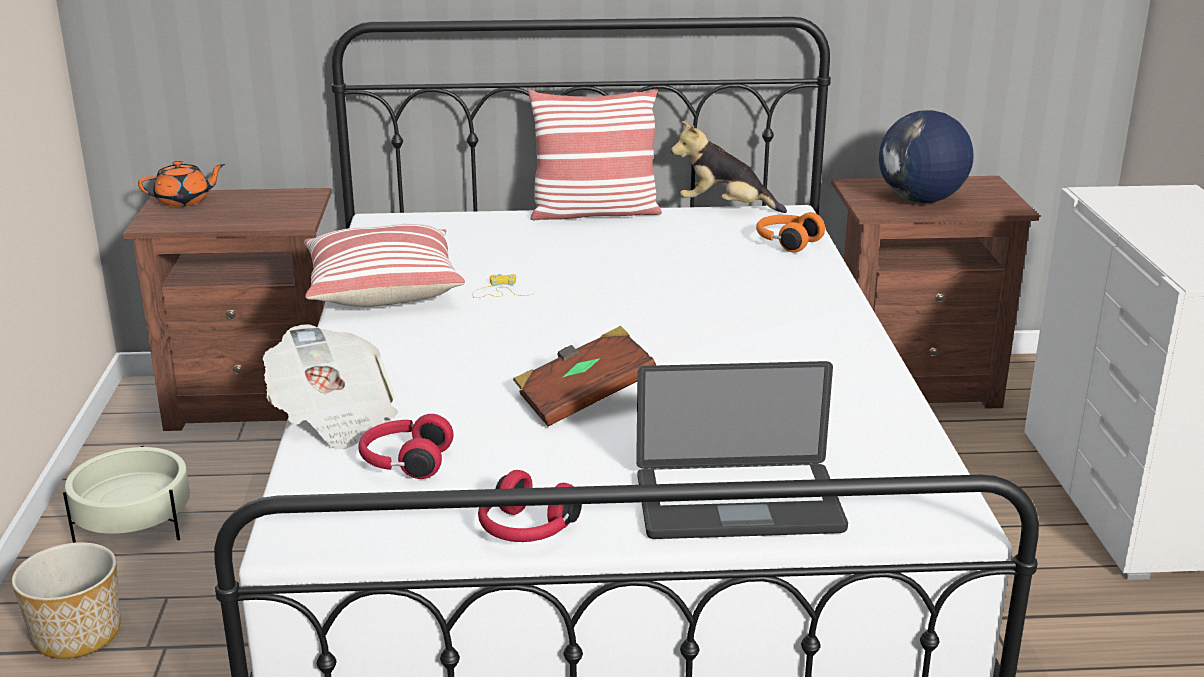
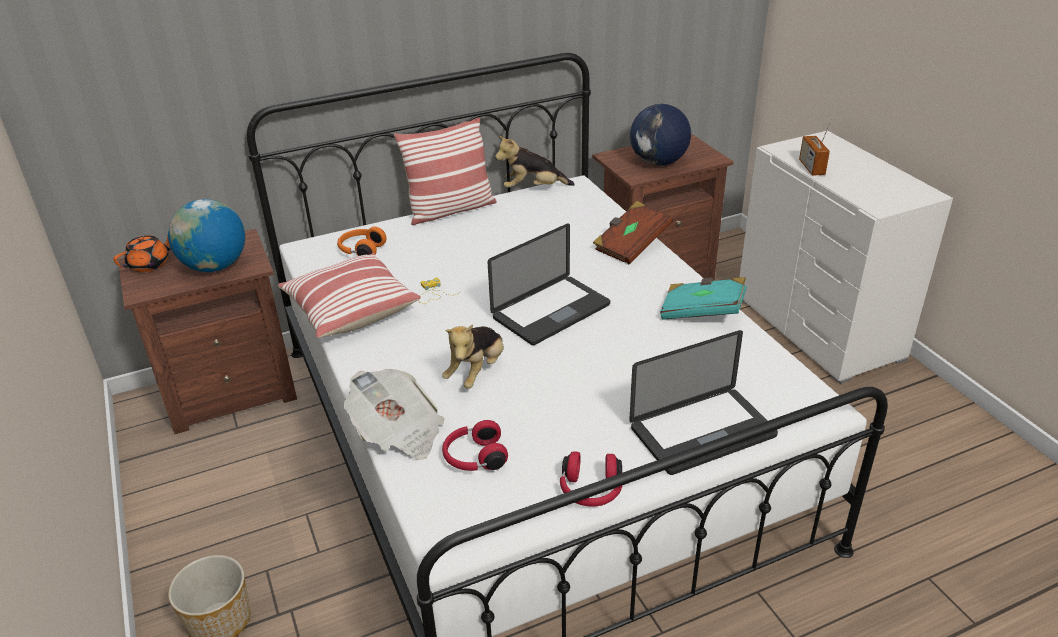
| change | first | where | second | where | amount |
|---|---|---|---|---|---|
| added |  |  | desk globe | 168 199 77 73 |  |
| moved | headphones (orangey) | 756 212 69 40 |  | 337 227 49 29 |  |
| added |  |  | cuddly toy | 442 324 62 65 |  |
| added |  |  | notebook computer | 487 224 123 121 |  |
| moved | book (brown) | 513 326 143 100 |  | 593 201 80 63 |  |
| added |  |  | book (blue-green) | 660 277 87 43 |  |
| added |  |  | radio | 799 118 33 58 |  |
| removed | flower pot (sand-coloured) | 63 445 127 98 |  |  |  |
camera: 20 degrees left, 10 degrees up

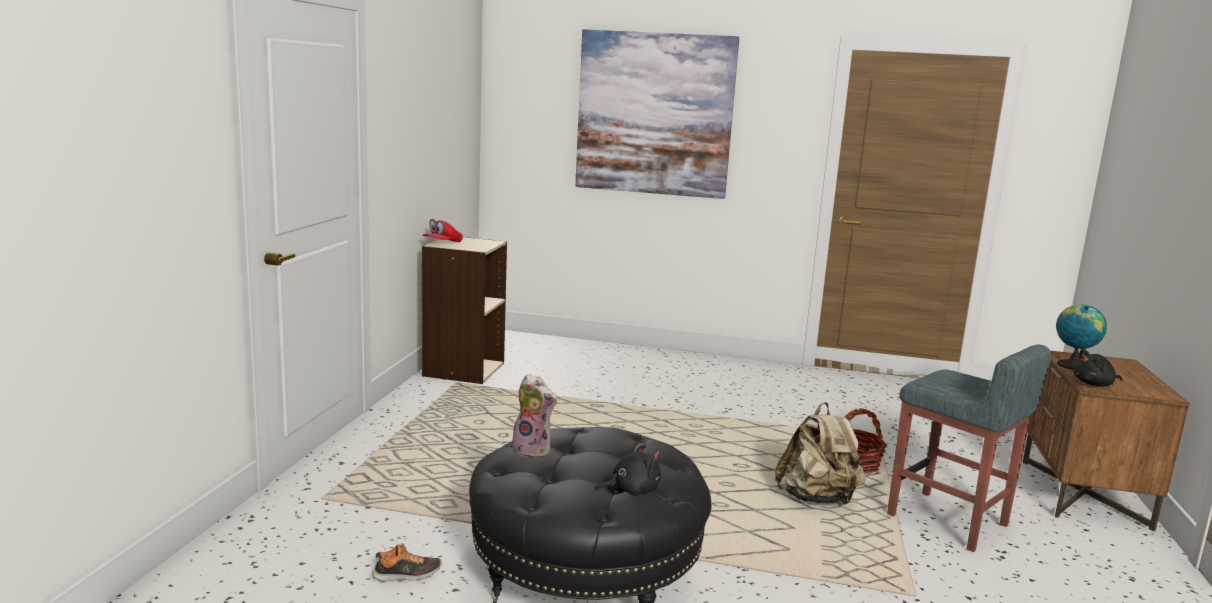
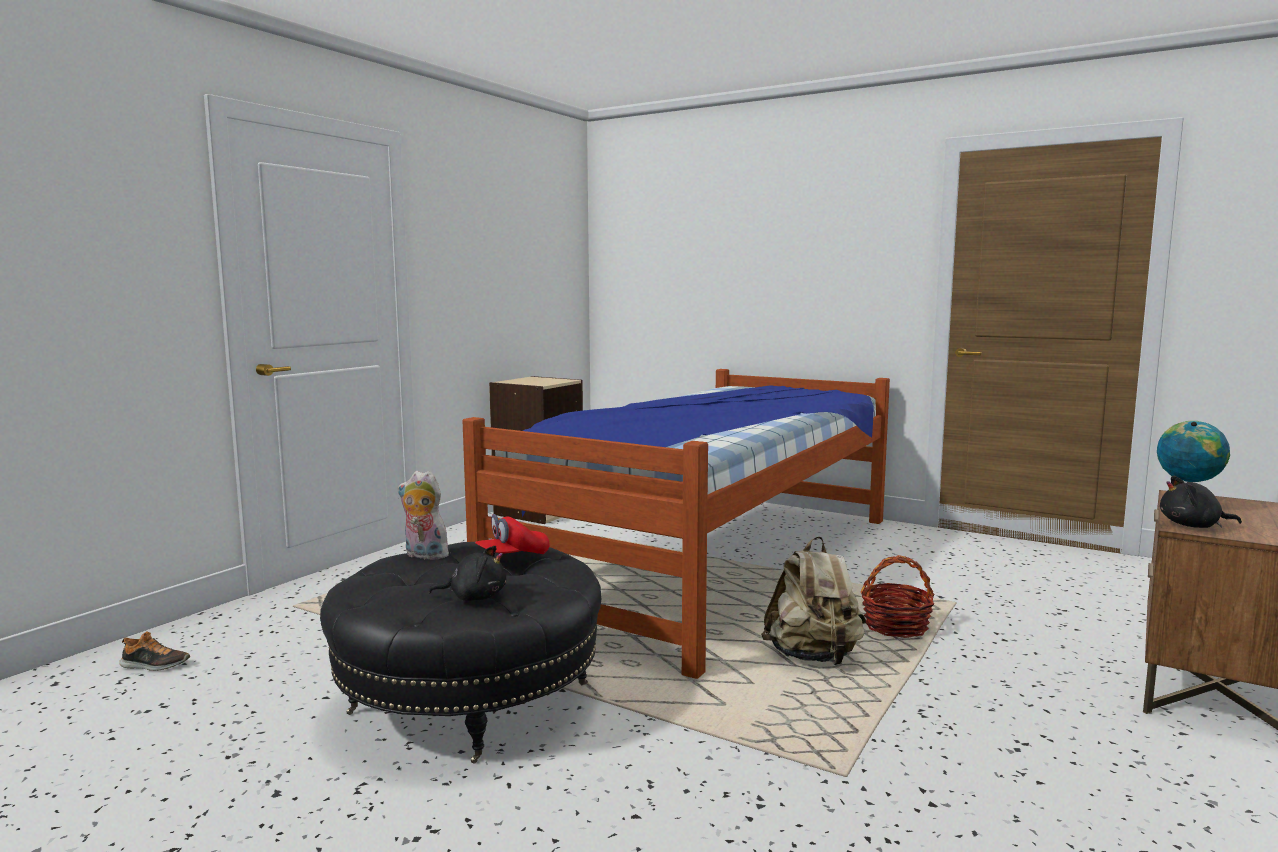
| change | first | where | second | where | amount |
|---|---|---|---|---|---|
| moved | item of footwear | 372 543 70 38 |  | 119 631 71 40 |  |
| turned | cuddly toy | 511 373 46 84 |  | 398 471 51 89 | 150 degrees clockwise |
| added |  |  | bed | 462 369 428 310 |  |
| moved | cap (red-coloured) | 423 219 40 23 |  | 475 514 75 40 |  |
| removed | wall picture | 575 29 164 170 |  |  |  |
| removed | stool seat (gray) | 887 344 165 208 |  |  |  |
camera: 20 degrees right, 5 degrees down

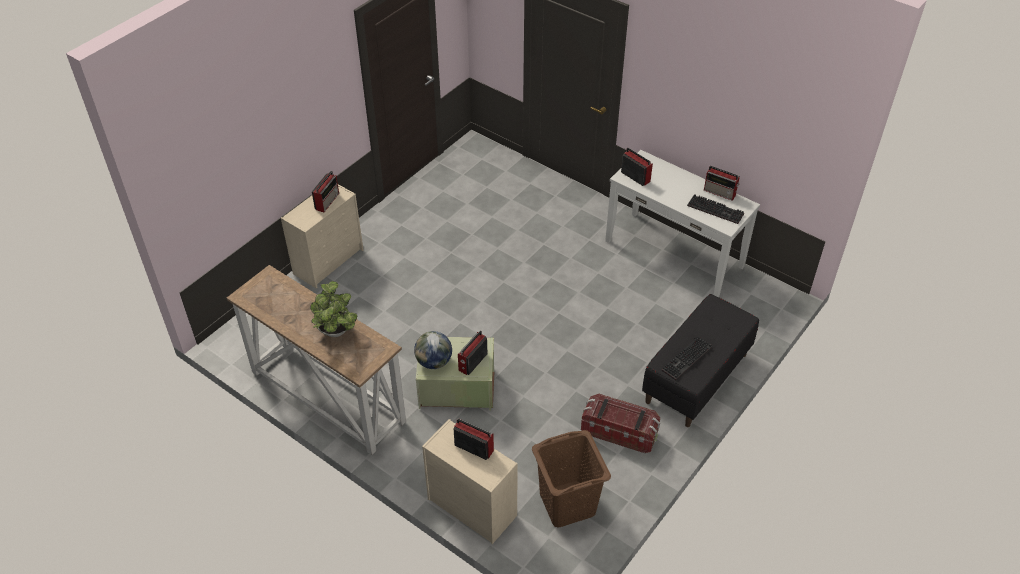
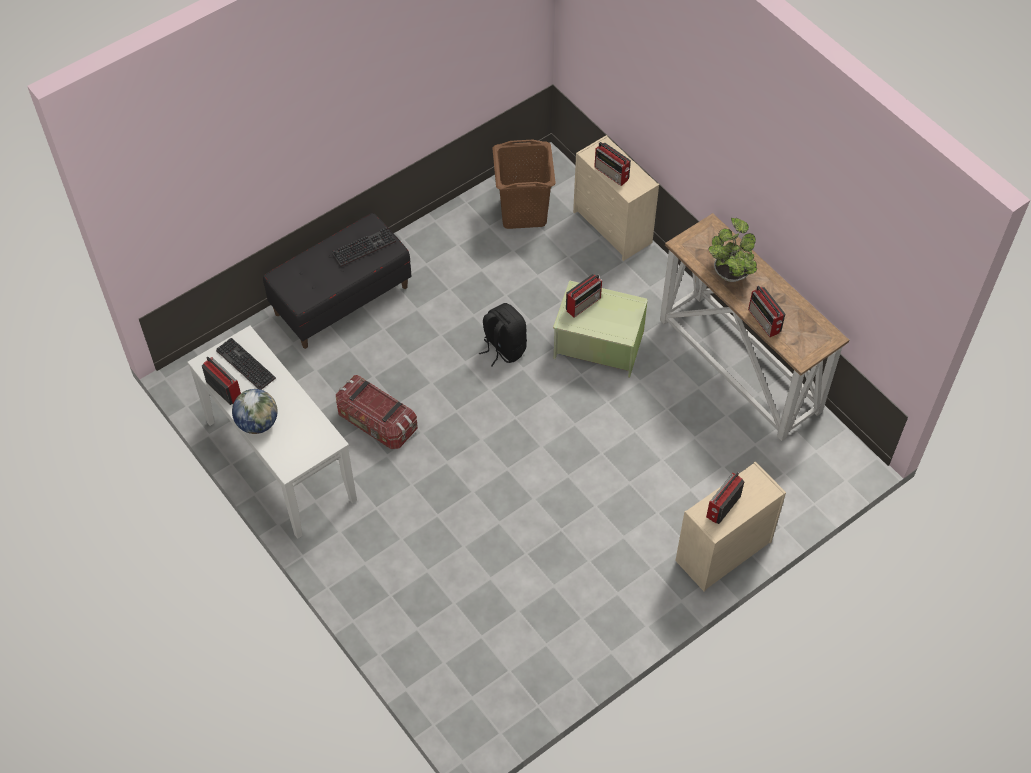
| change | first | where | second | where | amount |
|---|---|---|---|---|---|
| moved | desk globe | 414 331 38 38 |  | 232 389 46 45 |  |
| moved | storage container | 581 394 79 60 |  | 336 375 82 74 |  |
| added |  |  | backpack (blackish) | 479 303 48 64 |  |
| moved | radio | 621 148 32 38 |  | 748 286 37 51 |  |
camera: 165 degrees left, 10 degrees up

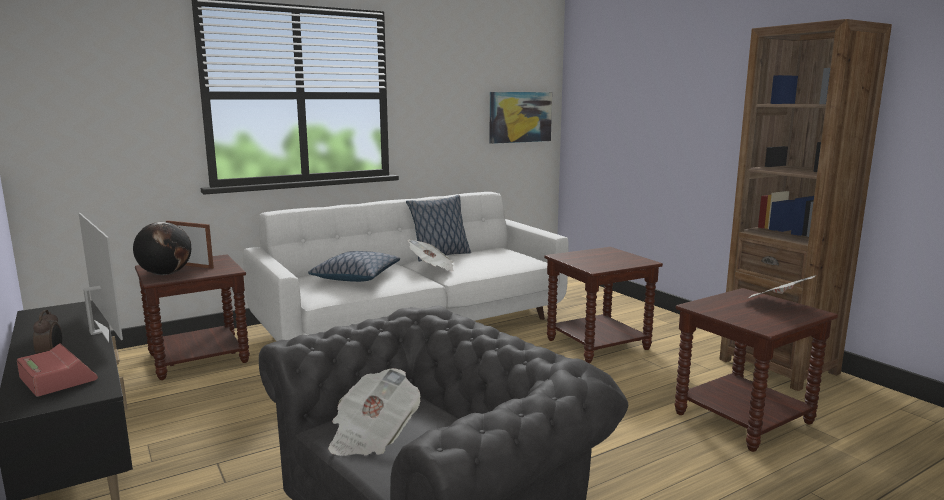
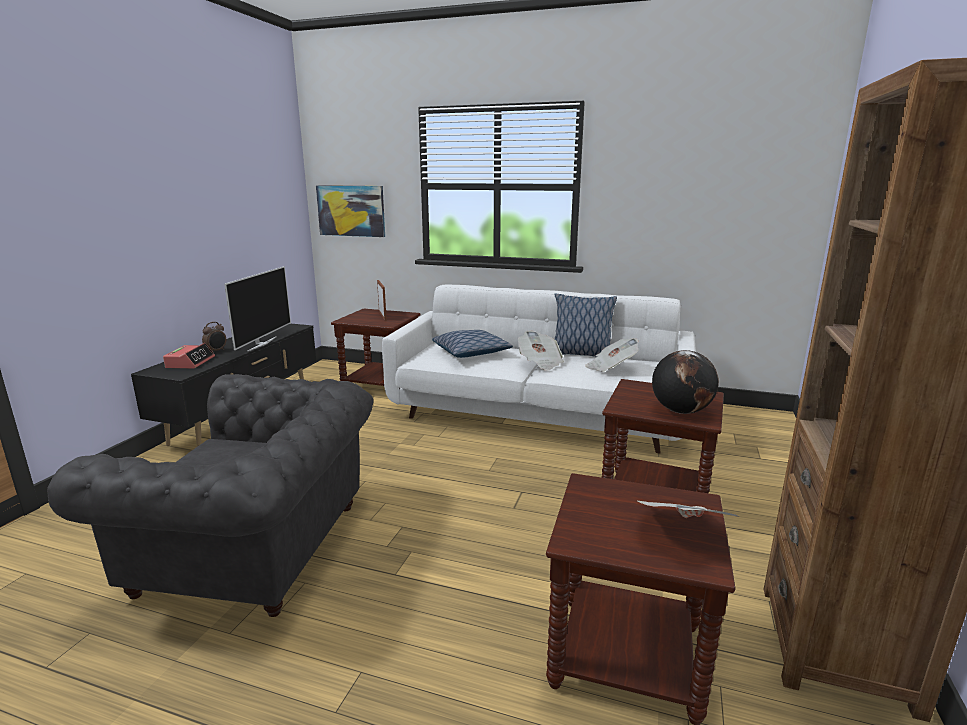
| change | first | where | second | where | amount |
|---|---|---|---|---|---|
| moved | wall picture | 490 92 62 52 |  | 316 185 69 52 |  |
| moved | daily paper | 328 368 92 88 |  | 585 338 54 34 |  |
| moved | desk globe | 133 222 58 53 |  | 652 350 67 64 |  |
camera: 50 degrees right, 5 degrees up

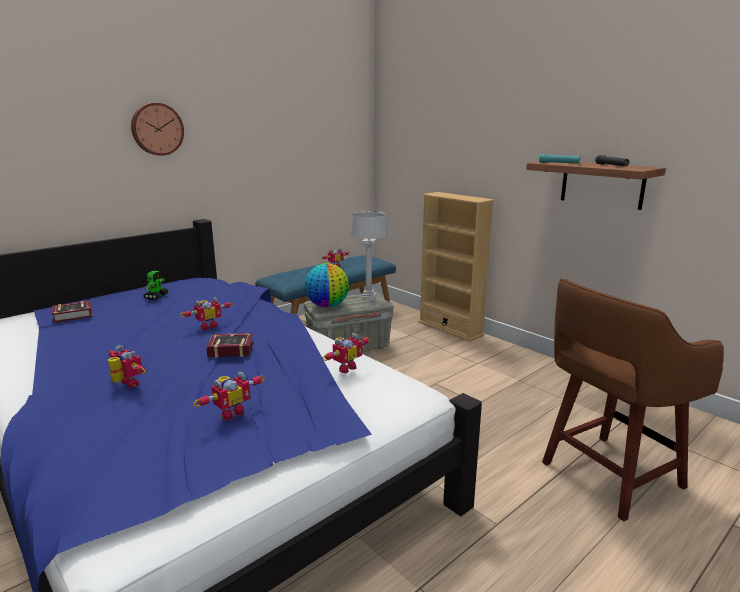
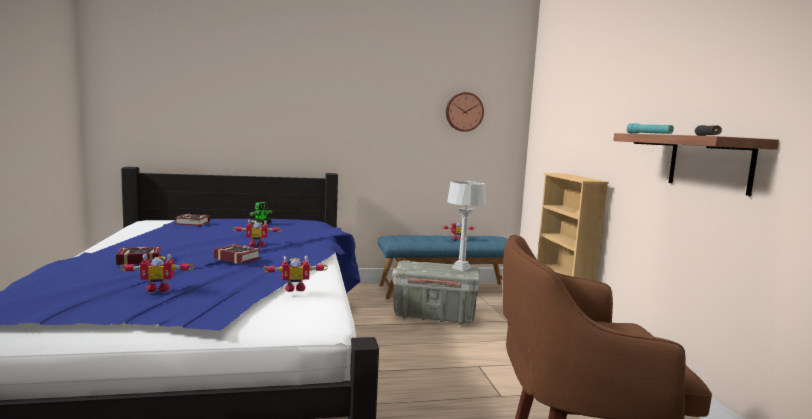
| change | first | where | second | where | amount |
|---|---|---|---|---|---|
| replaced | robot figure | 108 345 37 43 | book | 116 247 46 18 |  |
| moved | clock on the wall | 131 103 53 53 |  | 446 92 38 40 |  |
| removed | desk globe | 305 263 44 45 |  |  |  |
camera: 30 degrees right, 10 degrees down

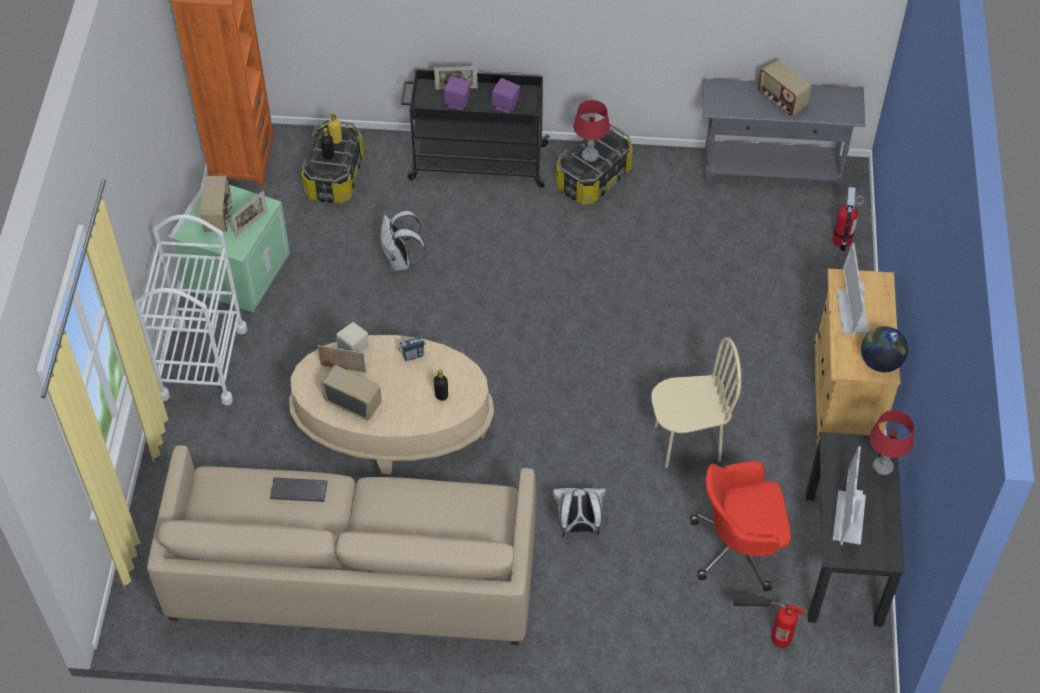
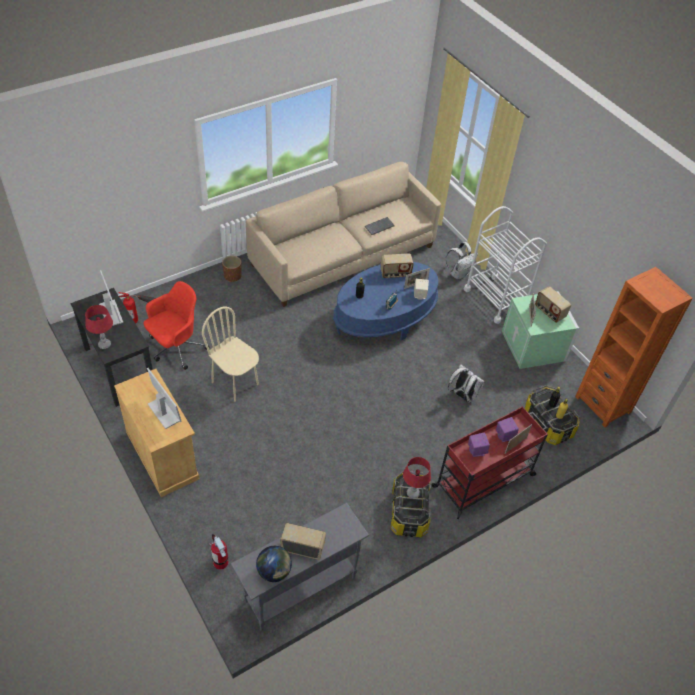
| change | first | where | second | where | amount |
|---|---|---|---|---|---|
| turned | plain chair (sand-coloured) | 651 337 90 131 |  | 202 307 57 95 | 90 degrees clockwise |
| added |  |  | flower pot (brown) | 222 256 20 26 |  |
| moved | desk globe | 861 326 47 46 |  | 256 546 36 36 |  |
| recoloured | coffee table (sand-coloured) | 289 335 205 139 | coffee table (blue-coloured) | 333 262 105 78 |  |
| recoloured | cart (blackish) | 401 69 149 119 | cart (red-coloured) | 431 406 117 114 |  |
| moved | backpack (whitish) | 553 488 53 49 |  | 446 242 32 38 |  |
camera: 140 degrees right, 5 degrees down

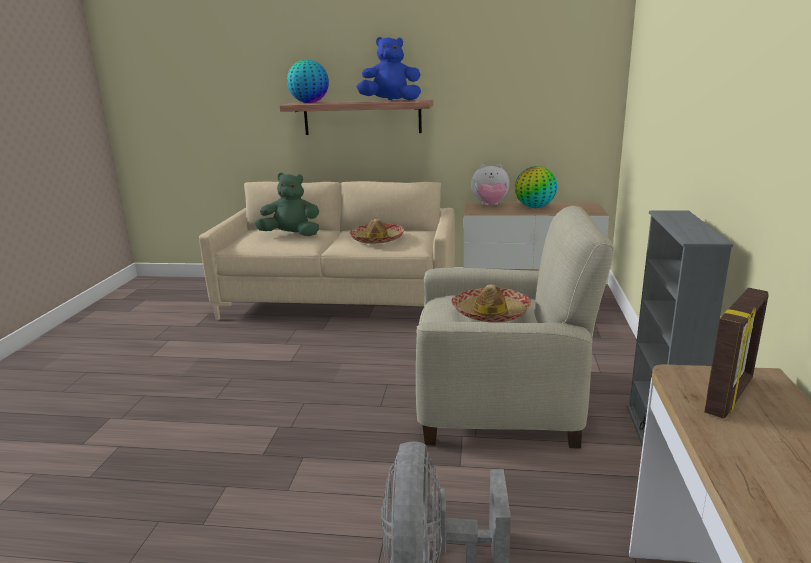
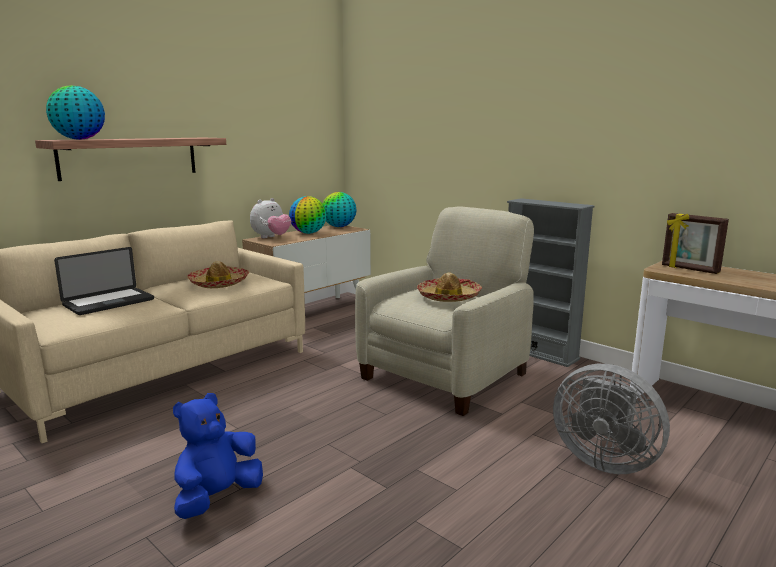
| change | first | where | second | where | amount |
|---|---|---|---|---|---|
| replaced | cuddly toy (greenish) | 255 173 64 63 | notebook computer | 54 247 100 68 |  |
| moved | cuddly toy (blue-coloured) | 356 37 65 63 |  | 173 393 90 126 |  |
| added |  |  | desk globe | 323 192 34 35 |  |
| turned | standing frame | 704 288 65 131 |  | 662 213 67 61 | 150 degrees clockwise |
camera: 55 degrees left, 5 degrees down

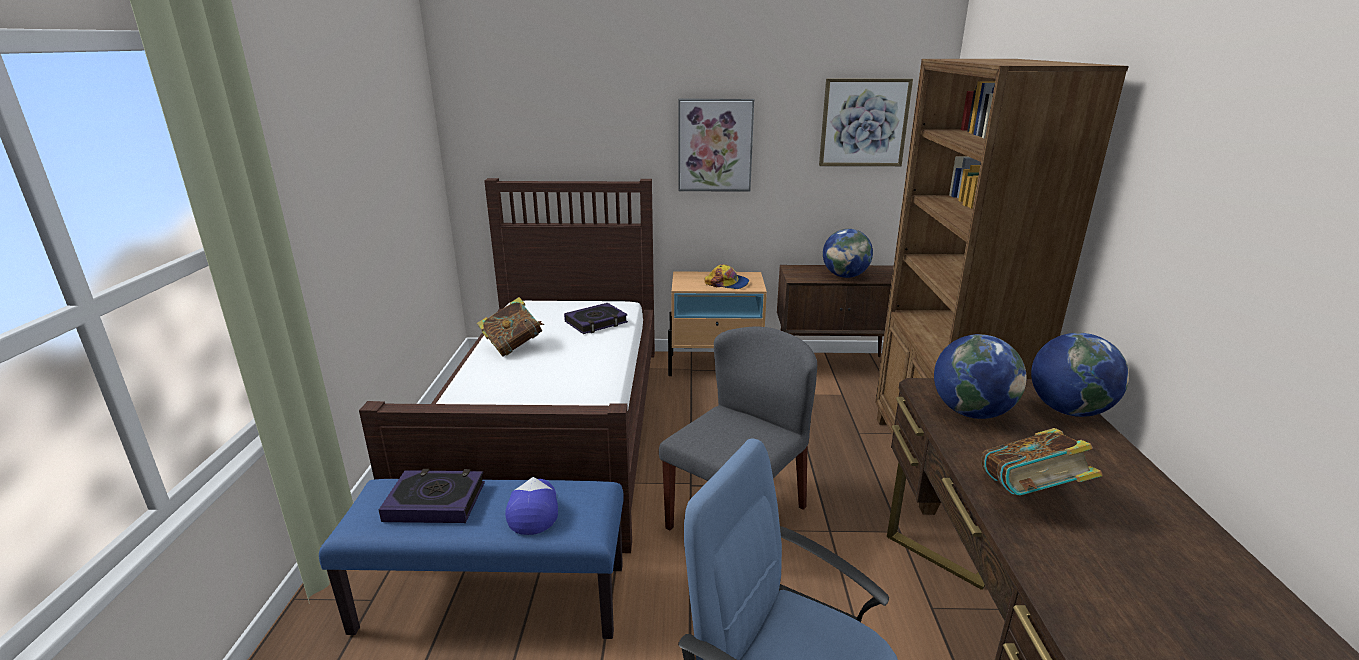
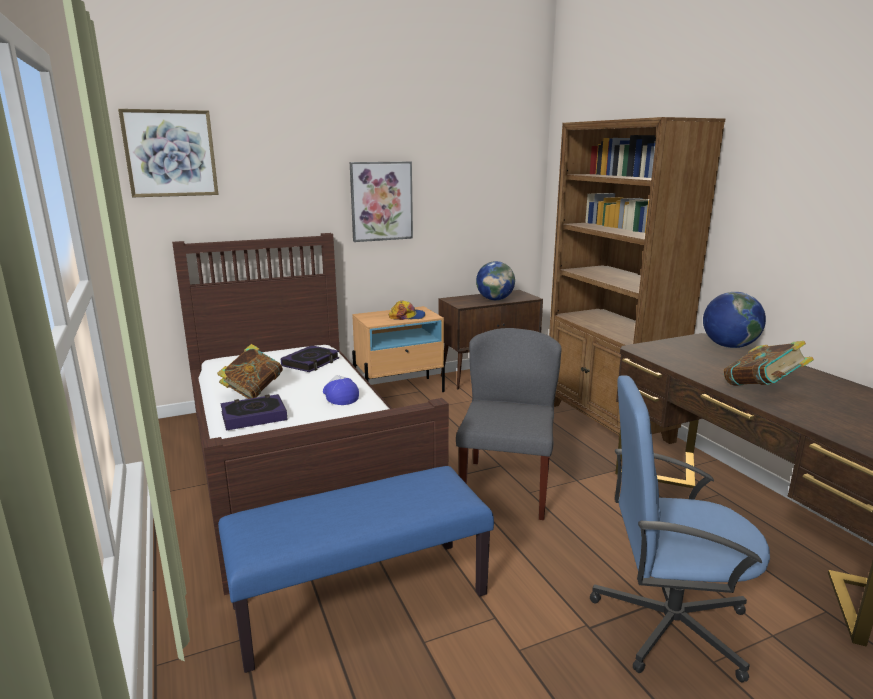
| change | first | where | second | where | amount |
|---|---|---|---|---|---|
| moved | wall picture | 819 78 94 88 |  | 118 109 101 88 |  |
| moved | book | 379 469 106 54 |  | 220 394 67 37 |  |
| moved | cap | 505 477 53 58 |  | 323 375 36 30 |  |
| removed | desk globe | 934 334 92 85 |  |  |  |
camera: 25 degrees left, 5 degrees down

